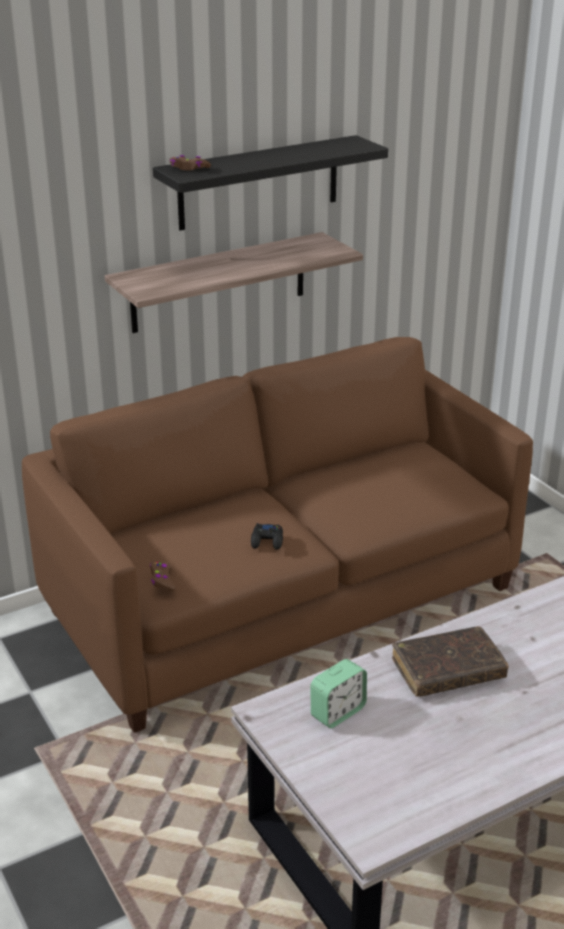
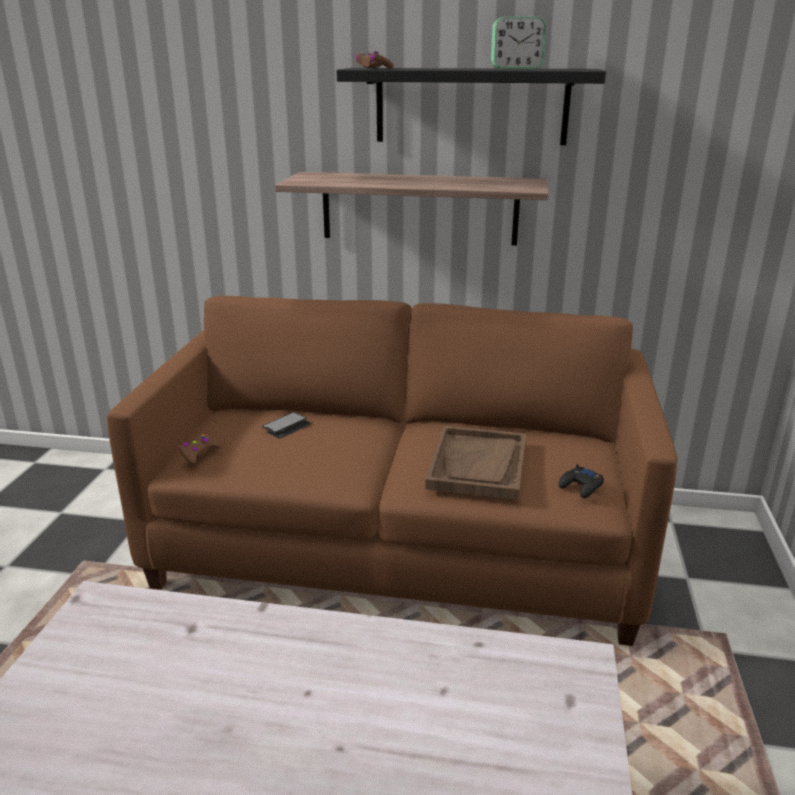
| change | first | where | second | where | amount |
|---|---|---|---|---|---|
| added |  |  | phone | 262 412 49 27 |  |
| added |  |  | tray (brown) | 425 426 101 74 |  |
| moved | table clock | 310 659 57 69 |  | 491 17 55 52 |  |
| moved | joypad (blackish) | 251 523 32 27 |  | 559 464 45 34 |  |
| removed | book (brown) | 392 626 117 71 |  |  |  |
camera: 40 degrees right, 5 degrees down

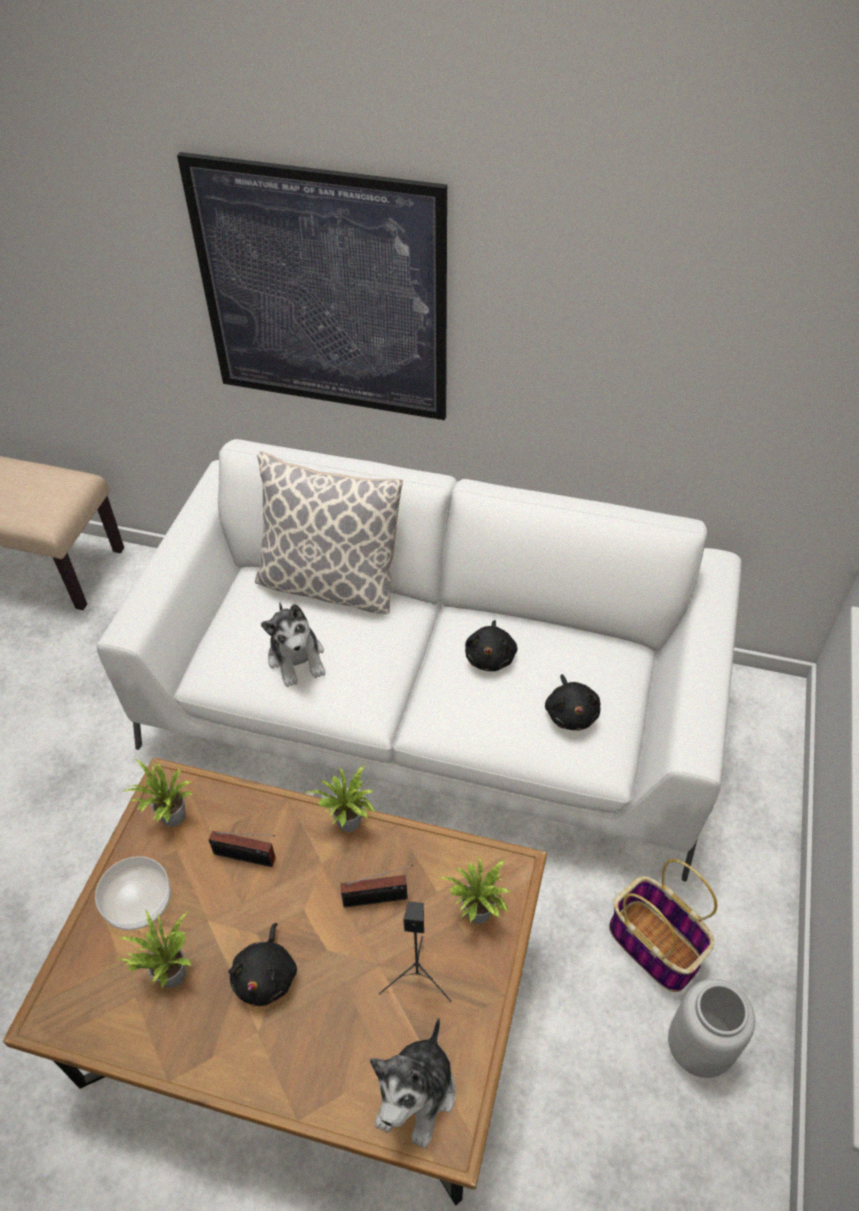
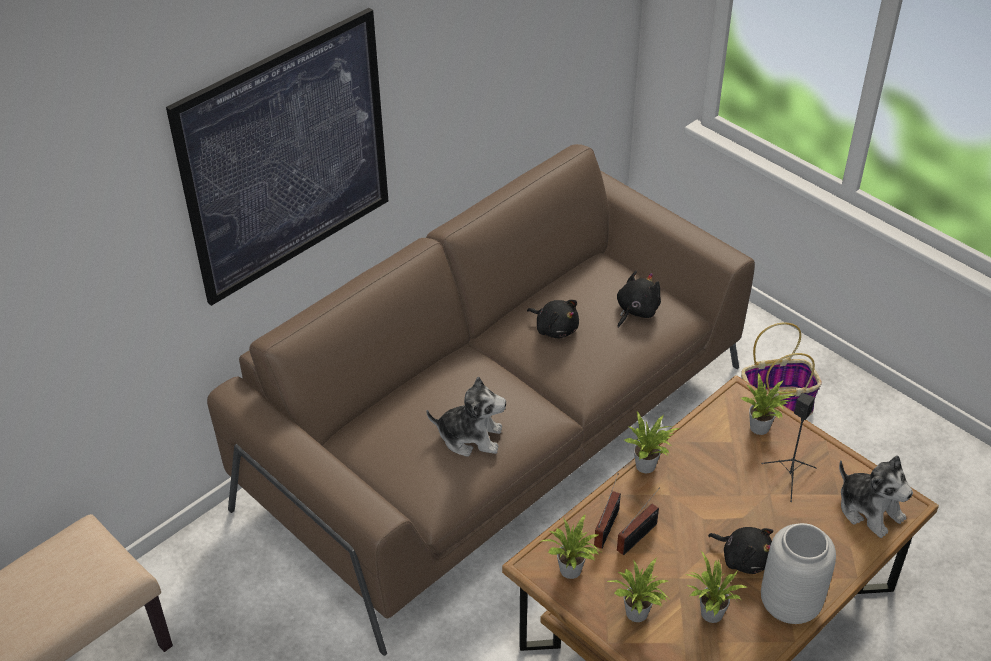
| change | first | where | second | where | amount |
|---|---|---|---|---|---|
| recoloured | settee (whitish) | 97 439 644 443 | settee (brown) | 207 144 548 512 |  |
| moved | radio | 341 865 72 42 |  | 594 474 27 75 |  |
| replaced | serving bowl | 95 856 76 74 | potted plant | 607 557 62 65 |  |
| turned | cuddly toy (blackish) | 545 674 56 56 |  | 617 271 44 57 | 75 degrees counterclockwise |
| moved | decorative vase (gray) | 668 979 87 99 |  | 761 523 75 101 |  |
| removed | cushion | 255 451 148 164 |  |  |  |
camera: 60 degrees left, 5 degrees down

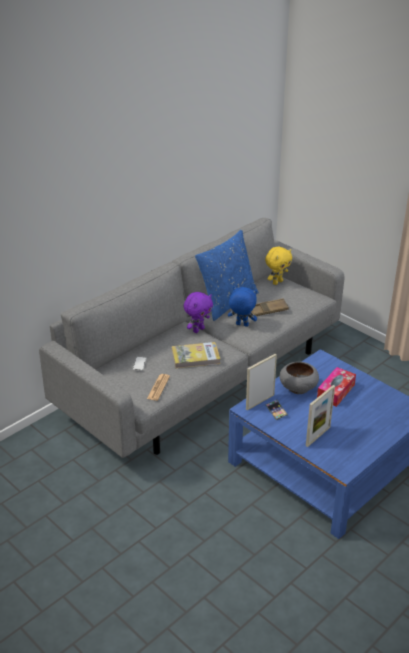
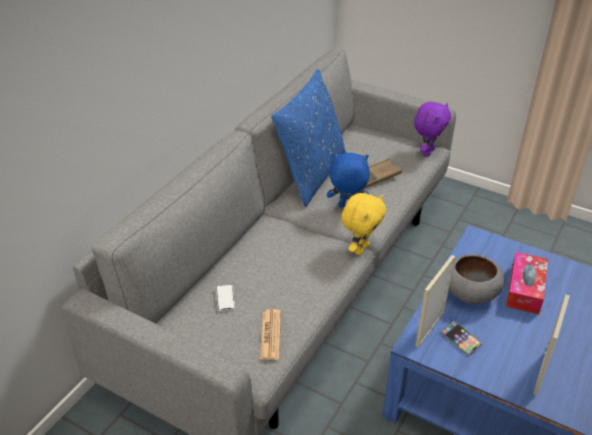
| change | first | where | second | where | amount |
|---|---|---|---|---|---|
| moved | cuddly toy (yellowish) | 265 247 27 38 |  | 341 193 45 62 |  |
| moved | cuddly toy (purple) | 184 292 29 41 |  | 414 102 37 55 |  |
| removed | book | 172 342 48 26 |  |  |  |
camera: 15 degrees left, 5 degrees up

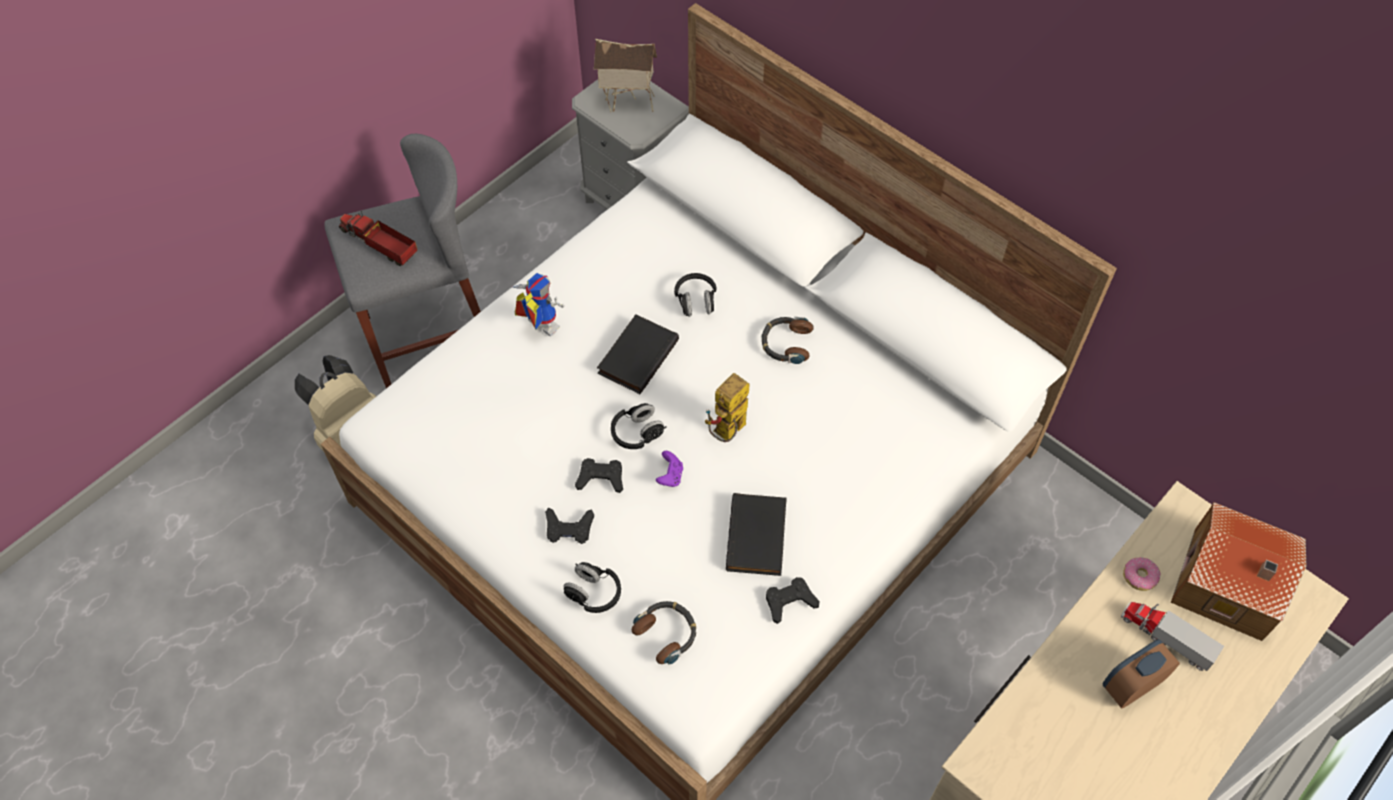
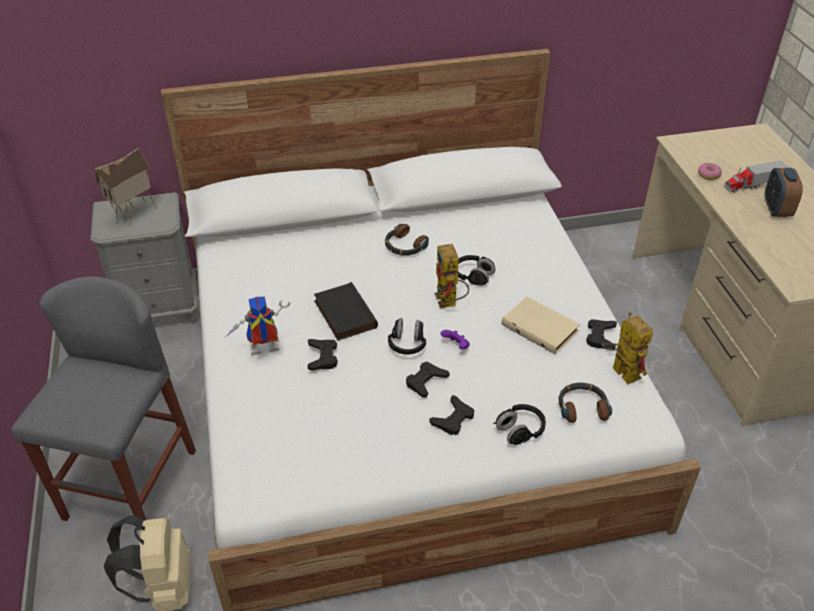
| change | first | where | second | where | amount |
|---|---|---|---|---|---|
| added |  |  | joypad (blackish) | 307 339 31 32 |  |
| moved | headphones (blackish) | 674 273 42 44 |  | 457 255 39 30 |  |
| recoloured | book (blackish) | 726 493 61 83 | book (sand-coloured) | 502 296 78 59 |  |
| added |  |  | robot figure | 602 312 51 72 |  |
| removed | model truck | 339 211 79 55 |  |  |  |
| removed | model house | 1171 502 135 139 |  |  |  |
camera: 55 degrees left, 15 degrees down

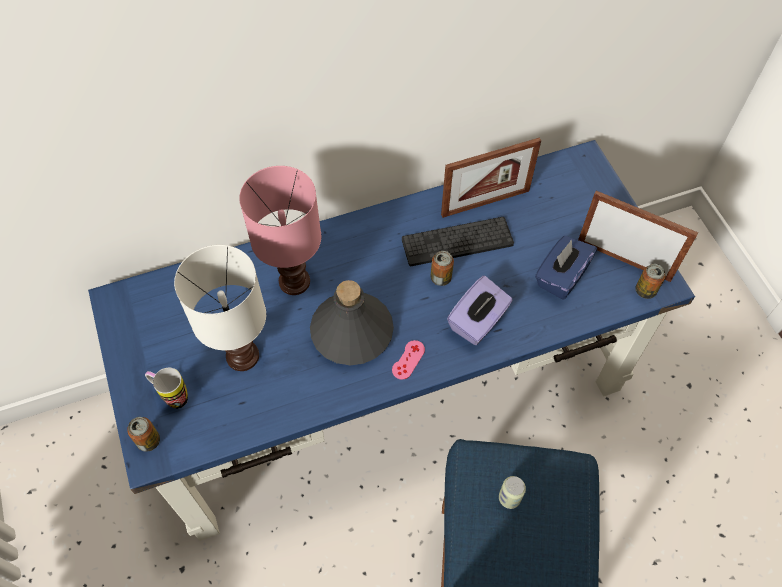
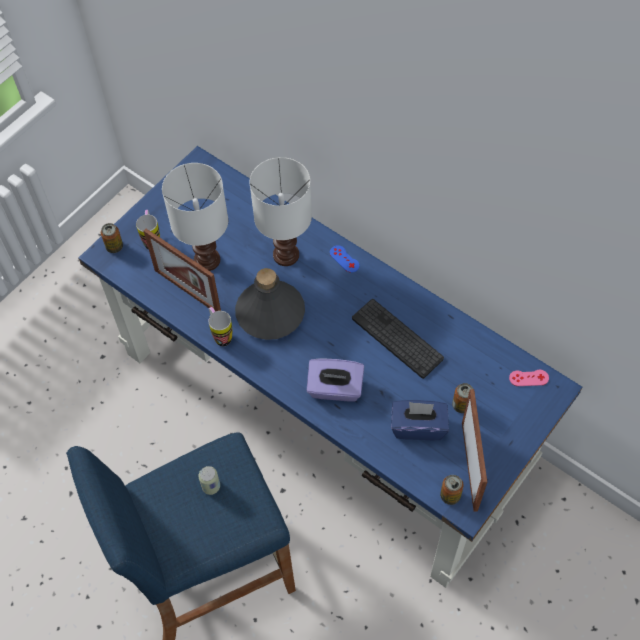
| change | first | where | second | where | amount |
|---|---|---|---|---|---|
| moved | standing frame | 441 138 100 80 |  | 144 229 77 83 |  |
| added |  |  | coffee mug | 208 307 24 39 |  |
| recoloured | tabletop lamp (pink) | 239 166 82 129 | tabletop lamp (whitish) | 250 157 62 109 |  |
| added |  |  | joypad (blue-coloured) | 330 245 29 28 |  |
| moved | metal can | 431 251 23 35 |  | 452 383 21 30 |  |
| moved | joypad (pink) | 392 340 33 39 |  | 509 370 40 16 |  |
camera: 60 degrees right, 0 degrees up

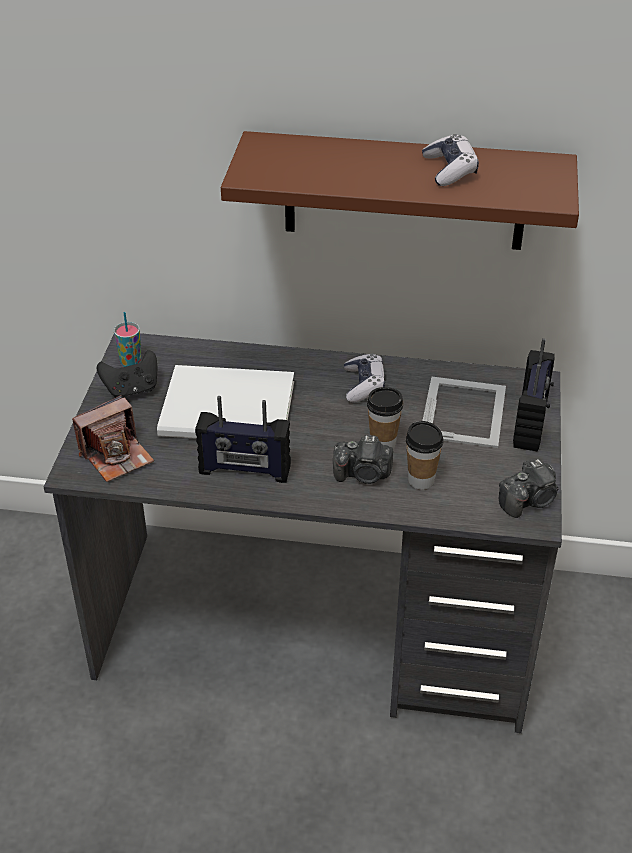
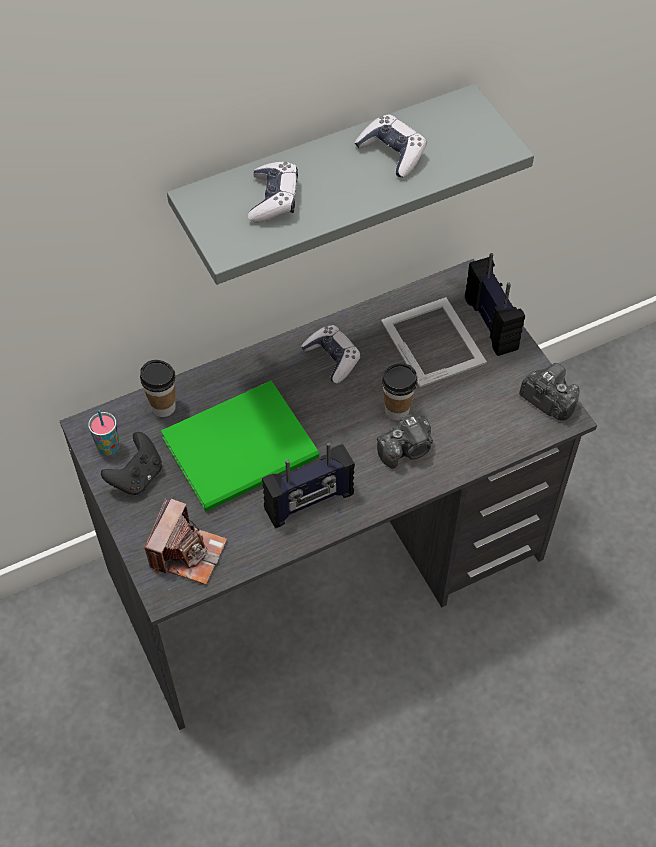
| change | first | where | second | where | amount |
|---|---|---|---|---|---|
| moved | cup | 406 421 38 69 |  | 140 360 36 57 |  |
| recoloured | book (whitish) | 157 365 137 74 | book (greenish) | 161 380 158 132 |  |
| recoloured | bracket shelf (brown) | 221 131 358 119 | bracket shelf (gray) | 167 84 367 201 |  |
| added |  |  | joypad | 248 161 50 62 |  |
| turned | photo camera | 499 459 59 59 |  | 519 363 60 58 | 75 degrees counterclockwise |
camera: 35 degrees left, 15 degrees up

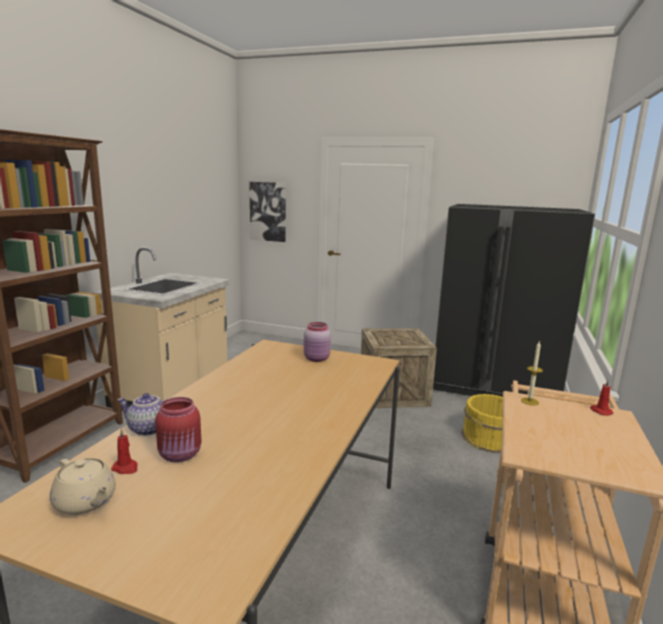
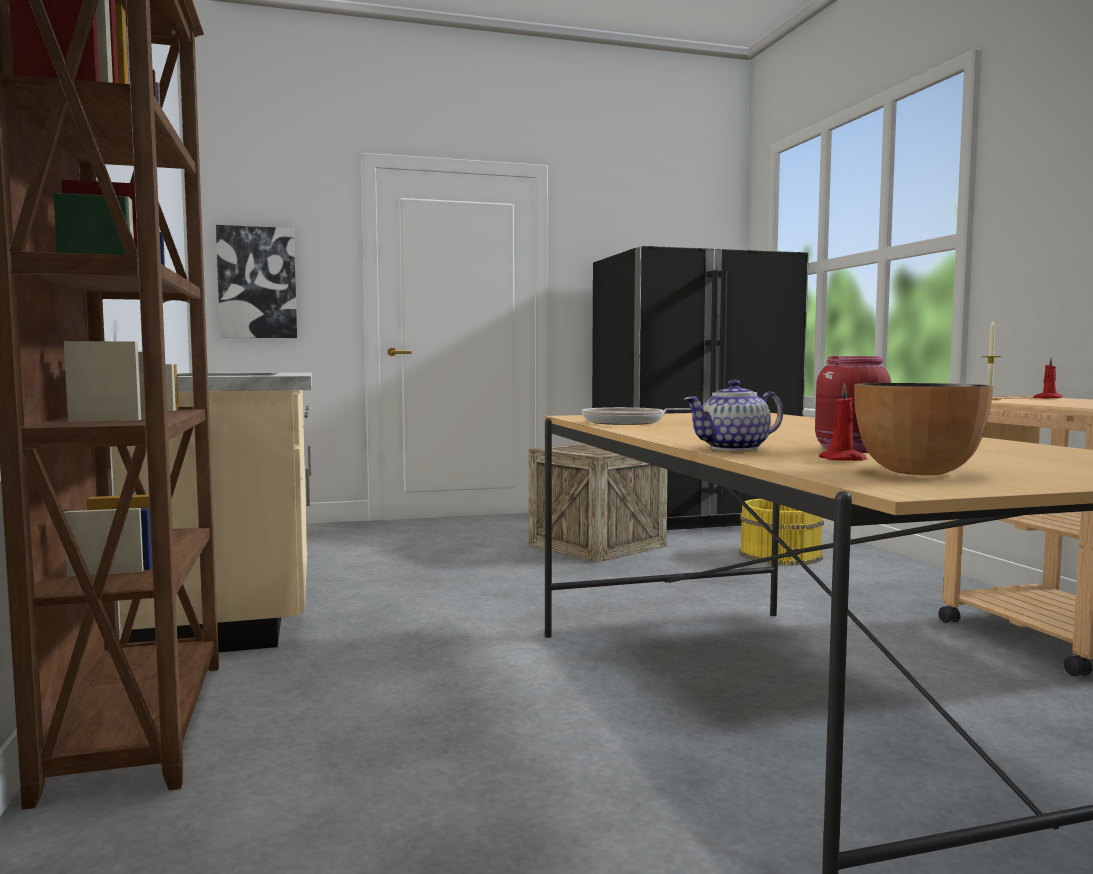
| change | first | where | second | where | amount |
|---|---|---|---|---|---|
| added |  |  | pan | 582 407 109 18 |  |
| replaced | teapot (sand-coloured) | 50 458 66 57 | serving bowl | 854 383 139 92 |  |
| removed | jar (pink) | 303 322 28 40 |  |  |  |
camera: 35 degrees left, 10 degrees down

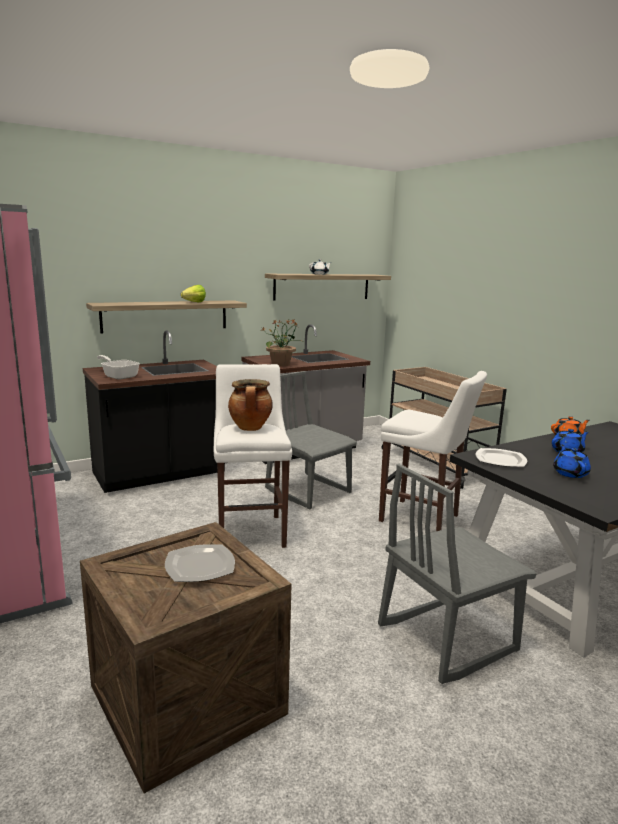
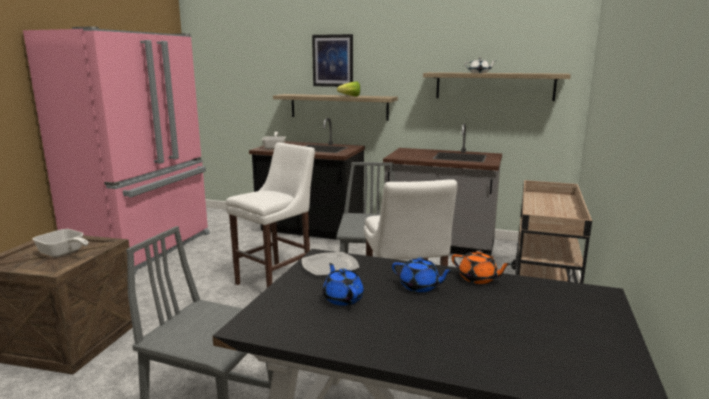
| change | first | where | second | where | amount |
|---|---|---|---|---|---|
| replaced | plate | 165 544 70 38 | pan | 33 229 56 28 |  |
| added |  |  | wall picture | 312 34 41 53 |  |
| turned | teapot (blue-coloured) | 553 445 38 33 |  | 322 263 42 43 | 75 degrees counterclockwise |
| removed | saucepot | 228 379 45 52 |  |  |  |
| removed | potted plant | 262 319 42 47 |  |  |  |
camera: 50 degrees right, 0 degrees up

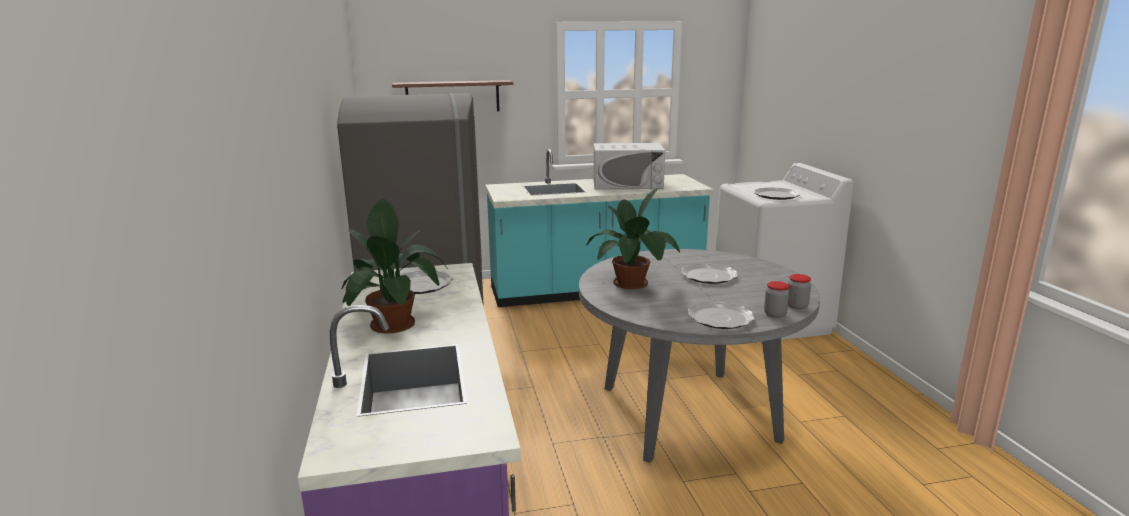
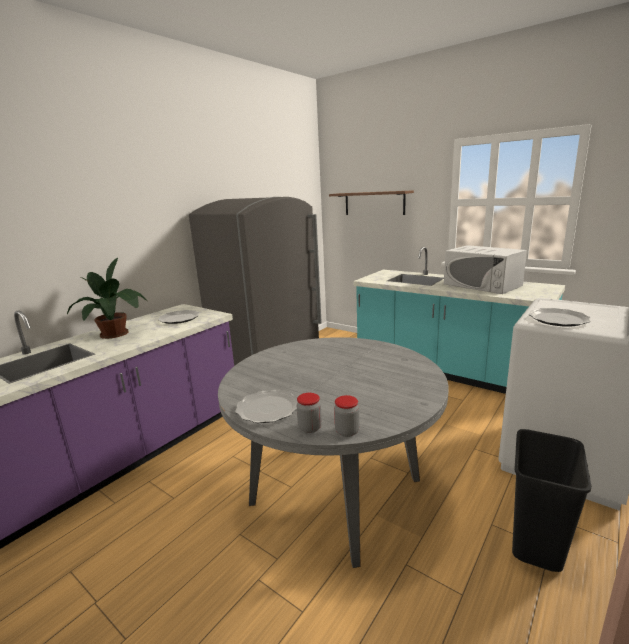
| change | first | where | second | where | amount |
|---|---|---|---|---|---|
| added |  |  | waste bin (blackish) | 512 429 79 143 |  |
| removed | potted plant | 587 188 93 101 |  |  |  |
| removed | plate | 681 263 57 21 |  |  |  |
camera: 50 degrees right, 0 degrees up

